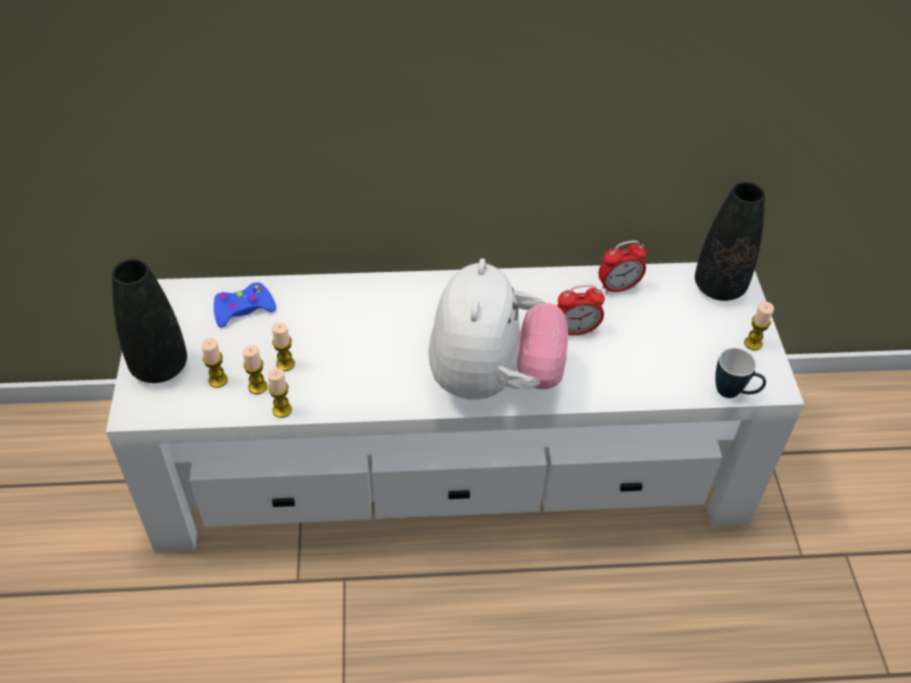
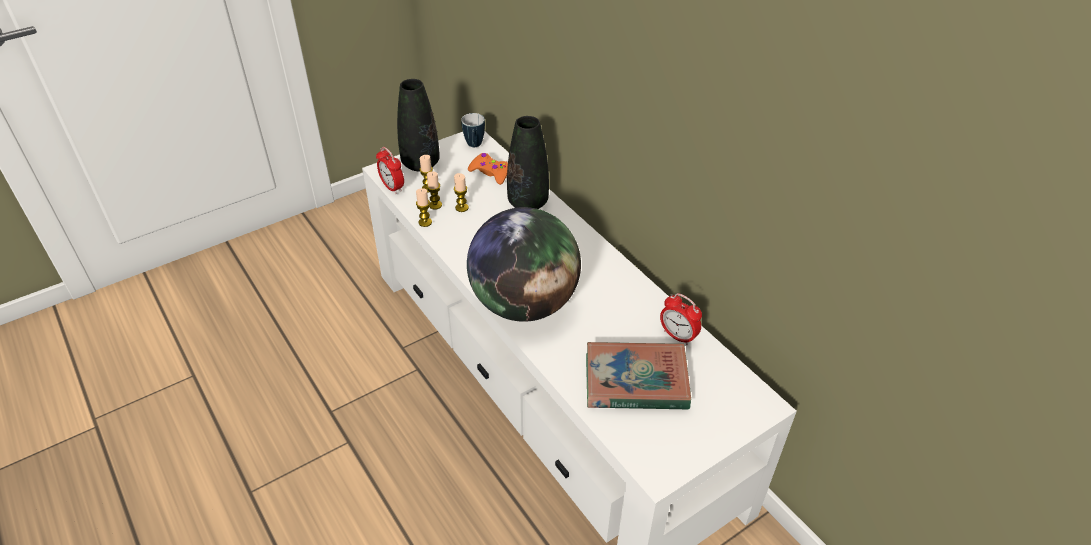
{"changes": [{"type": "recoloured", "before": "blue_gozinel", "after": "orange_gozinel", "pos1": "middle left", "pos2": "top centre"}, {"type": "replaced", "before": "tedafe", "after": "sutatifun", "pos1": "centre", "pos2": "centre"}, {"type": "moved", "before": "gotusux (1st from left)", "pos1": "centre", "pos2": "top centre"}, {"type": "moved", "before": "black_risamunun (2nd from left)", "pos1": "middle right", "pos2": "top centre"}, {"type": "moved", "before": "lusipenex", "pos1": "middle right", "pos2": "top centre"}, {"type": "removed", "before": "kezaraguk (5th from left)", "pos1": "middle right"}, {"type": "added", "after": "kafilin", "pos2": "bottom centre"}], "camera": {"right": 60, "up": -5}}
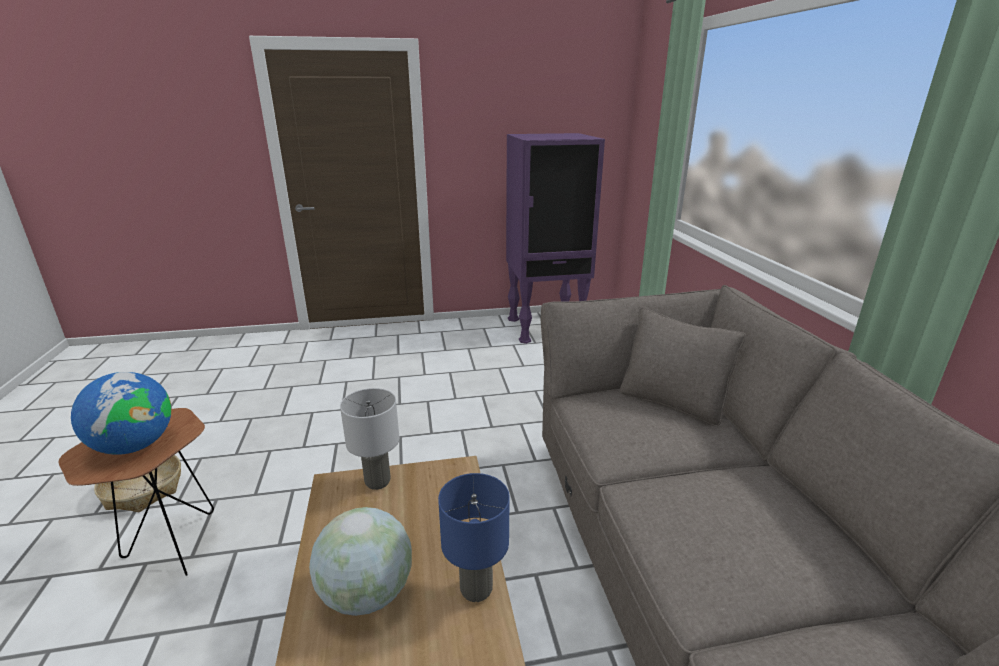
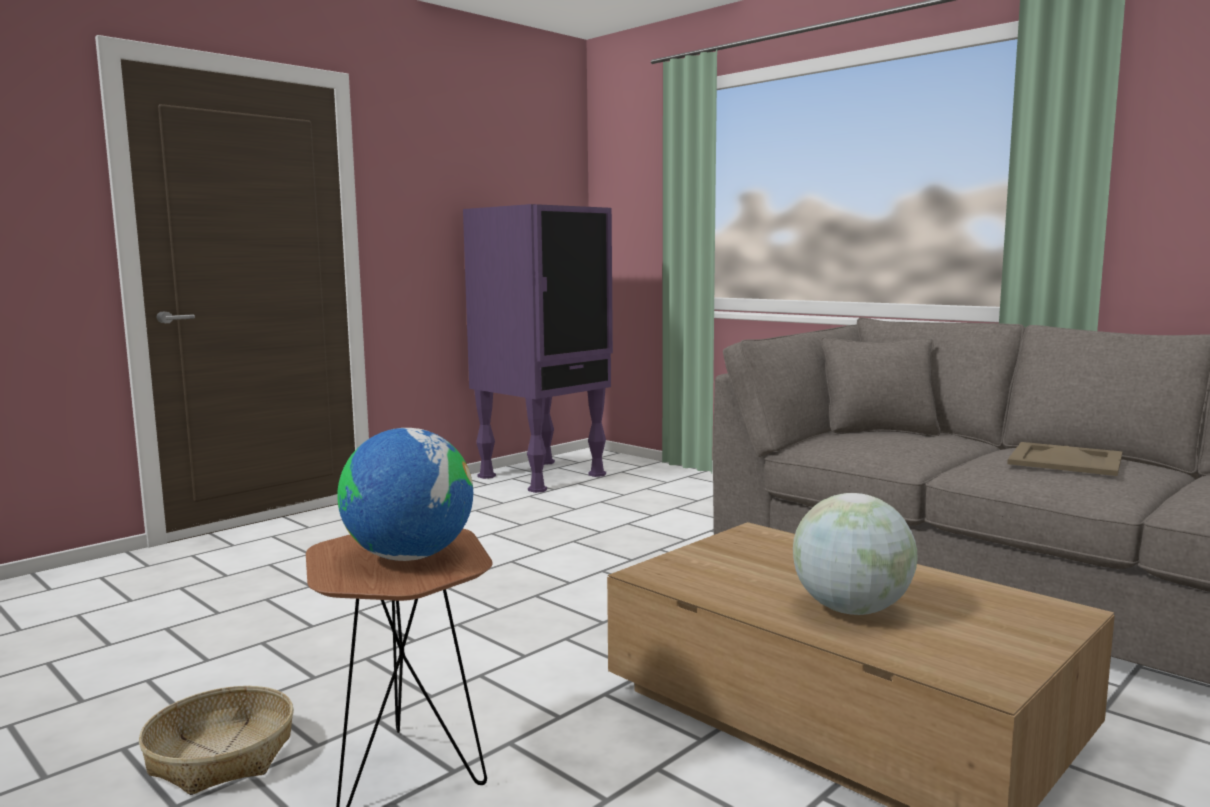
{"changes": [{"type": "removed", "before": "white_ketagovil", "pos1": "centre"}, {"type": "removed", "before": "blue_ketagovil", "pos1": "bottom centre"}, {"type": "added", "after": "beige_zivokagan", "pos2": "middle right"}], "camera": {"right": -35, "up": -15}}
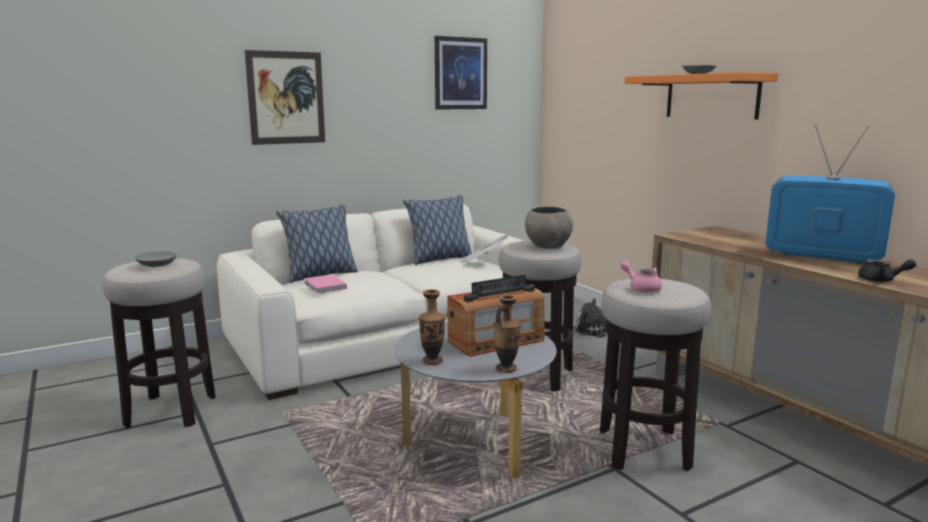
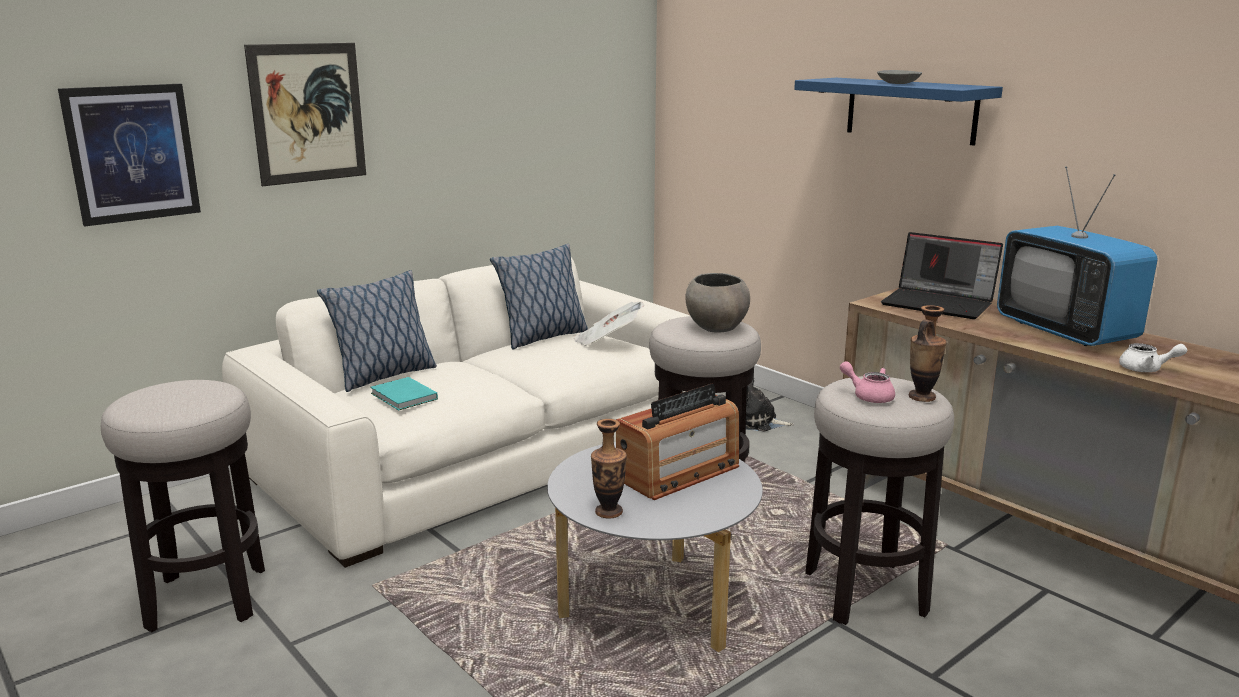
{"changes": [{"type": "removed", "before": "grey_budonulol (1st from left)", "pos1": "middle left"}, {"type": "recoloured", "before": "pink_kafilin", "after": "turquoise_kafilin", "pos1": "centre", "pos2": "middle left"}, {"type": "moved", "before": "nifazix (2nd from left in the first image)", "after": "nifazix (1st from left)", "pos1": "top centre", "pos2": "top left"}, {"type": "moved", "before": "risamunun (2nd from left)", "pos1": "centre", "pos2": "middle right"}, {"type": "recoloured", "before": "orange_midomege", "after": "blue_midomege", "pos1": "top right", "pos2": "top right"}, {"type": "turned", "before": "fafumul", "pos1": "middle right", "pos2": "middle right", "turn": -135}, {"type": "recoloured", "before": "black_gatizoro", "after": "white_gatizoro", "pos1": "middle right", "pos2": "middle right"}, {"type": "added", "after": "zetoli", "pos2": "middle right"}], "camera": {"right": -10, "up": 5}}
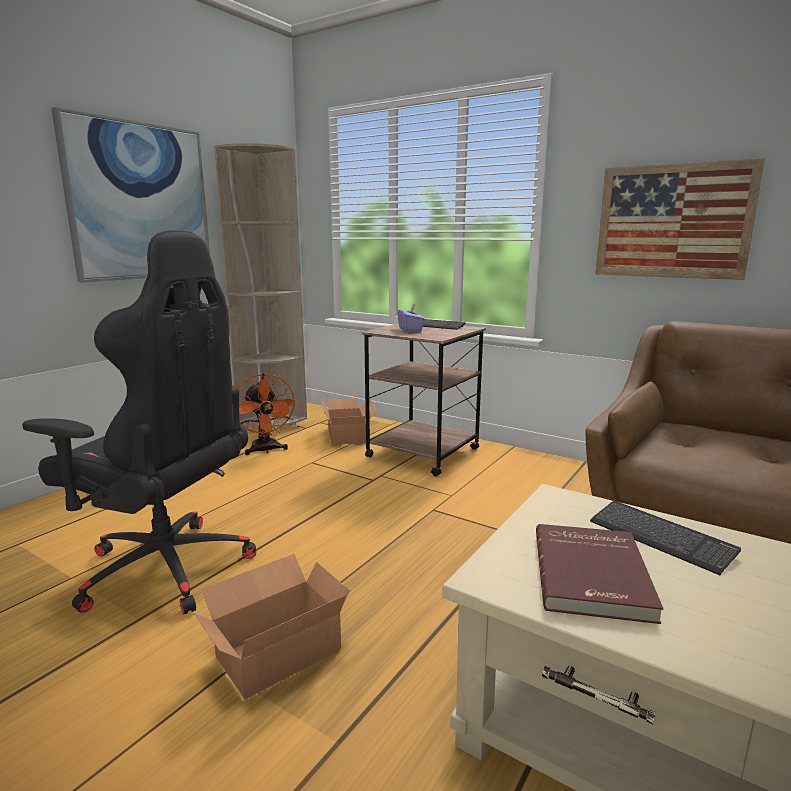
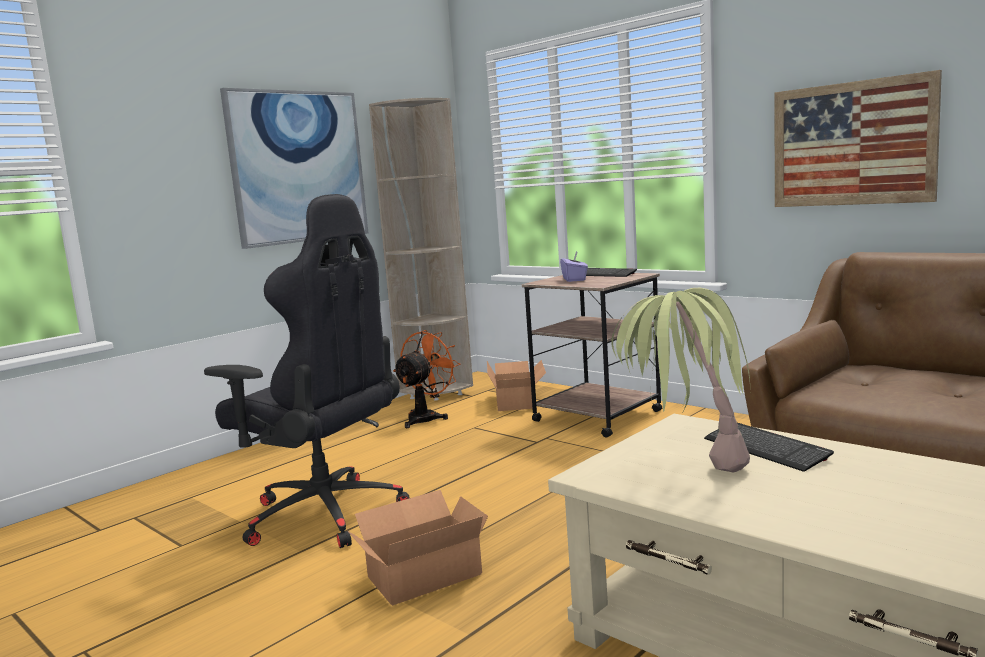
{"changes": [{"type": "turned", "before": "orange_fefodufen", "pos1": "centre", "pos2": "centre", "turn": -135}, {"type": "replaced", "before": "red_kafilin", "after": "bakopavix", "pos1": "bottom right", "pos2": "middle right"}], "camera": {"right": 10, "up": -5}}
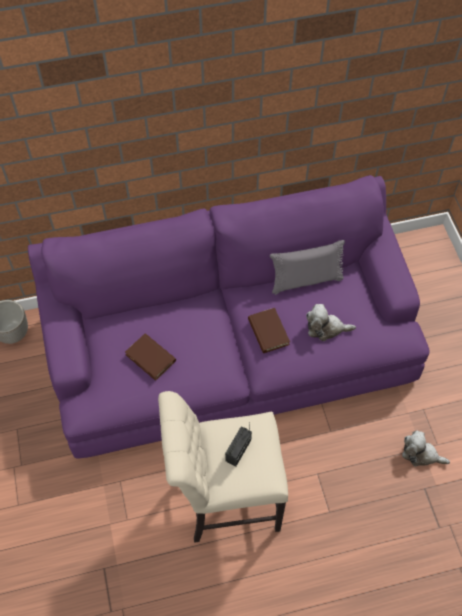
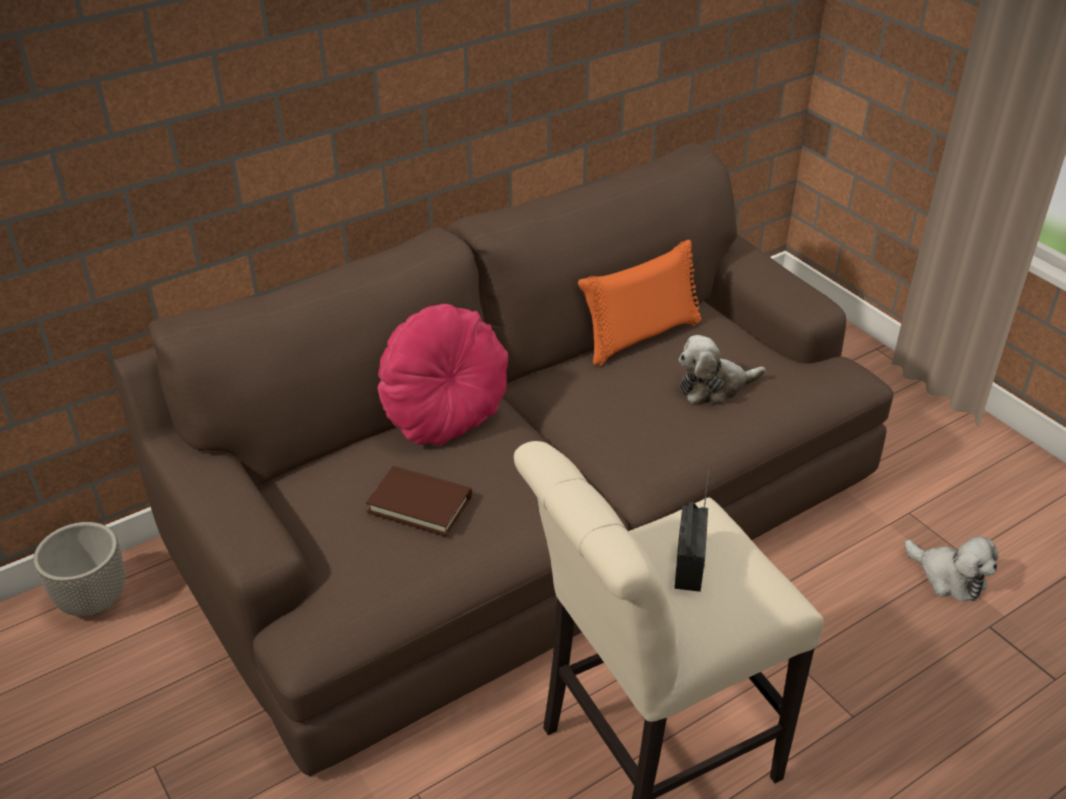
{"changes": [{"type": "recoloured", "before": "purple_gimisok", "after": "brown_gimisok", "pos1": "centre", "pos2": "centre"}, {"type": "removed", "before": "brown_kafilin (2nd from left)", "pos1": "centre"}, {"type": "recoloured", "before": "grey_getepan", "after": "orange_getepan", "pos1": "centre", "pos2": "centre"}, {"type": "turned", "before": "tedafe (2nd from left)", "pos1": "bottom right", "pos2": "bottom right", "turn": -135}, {"type": "added", "after": "pink_getepan", "pos2": "centre"}], "camera": {"right": -20, "up": -20}}
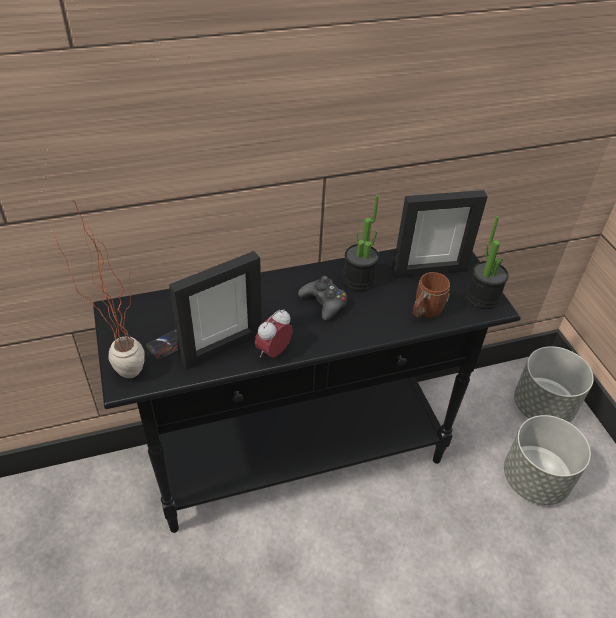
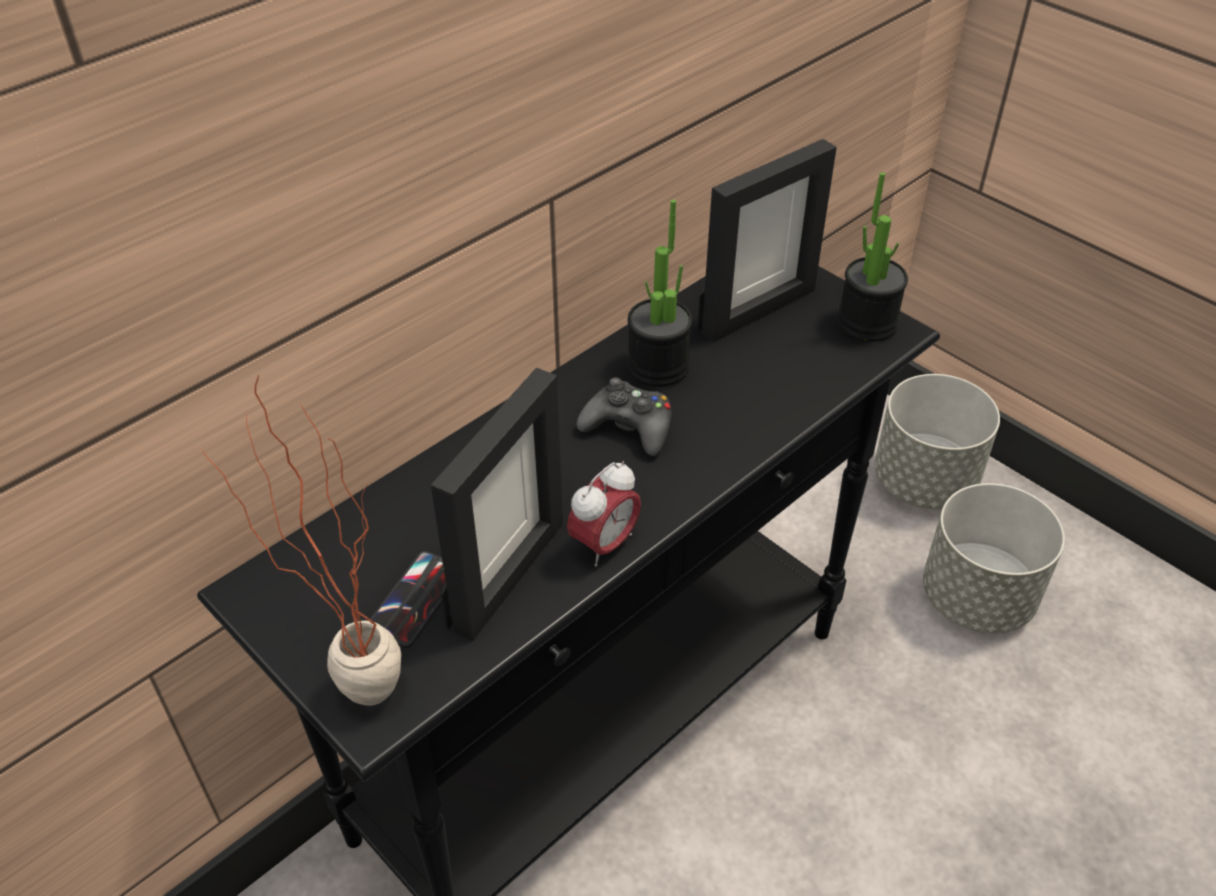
{"changes": [{"type": "turned", "before": "gotusux", "pos1": "centre", "pos2": "centre", "turn": -150}, {"type": "removed", "before": "brown_lusipenex", "pos1": "middle right"}], "camera": {"right": -25, "up": 0}}
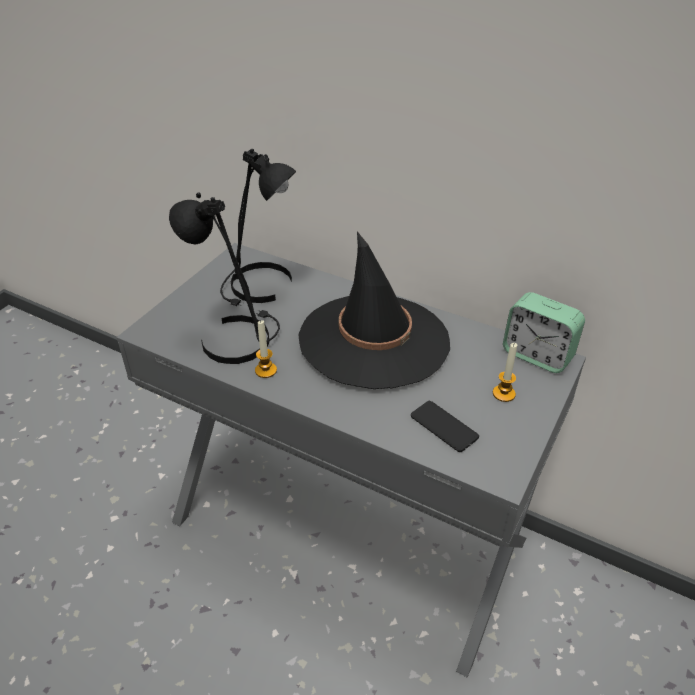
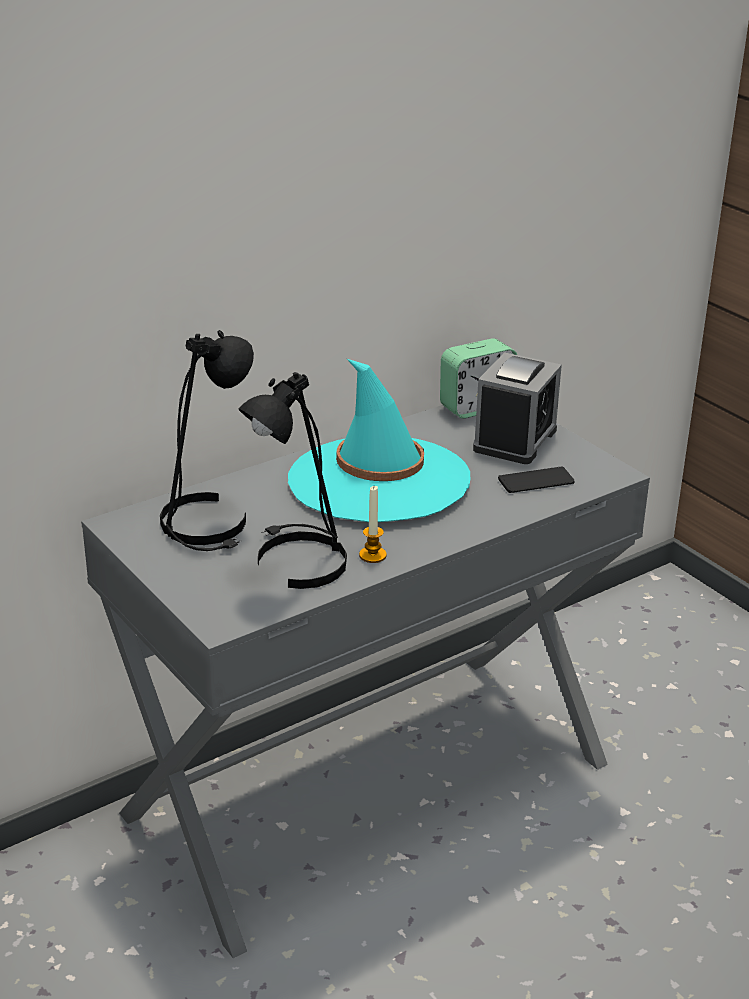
{"changes": [{"type": "recoloured", "before": "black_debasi", "after": "turquoise_debasi", "pos1": "centre", "pos2": "centre"}, {"type": "replaced", "before": "kezaraguk (2nd from left)", "after": "gotusux (2nd from left)", "pos1": "middle right", "pos2": "middle right"}], "camera": {"right": -65, "up": -10}}
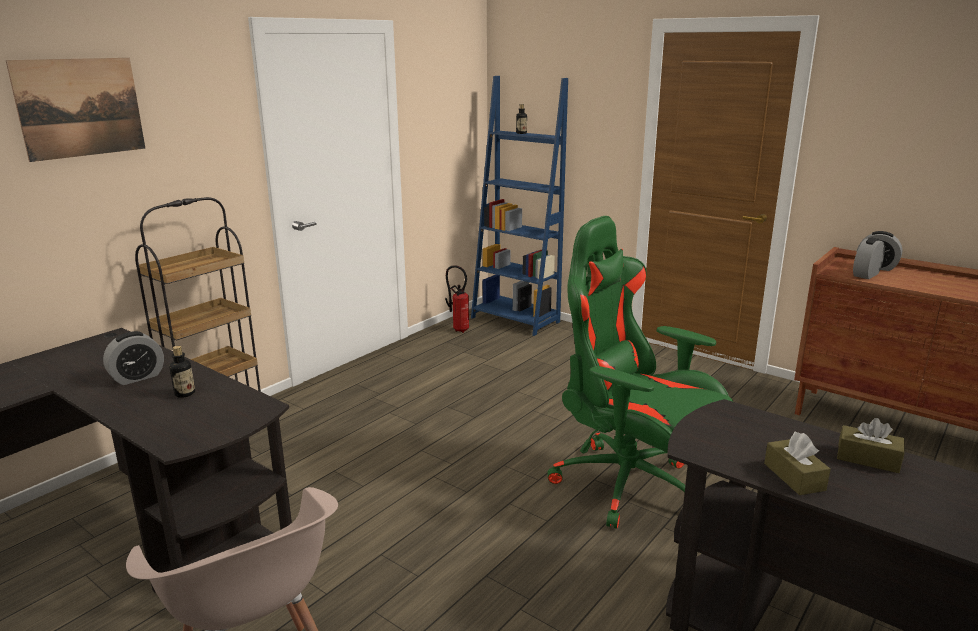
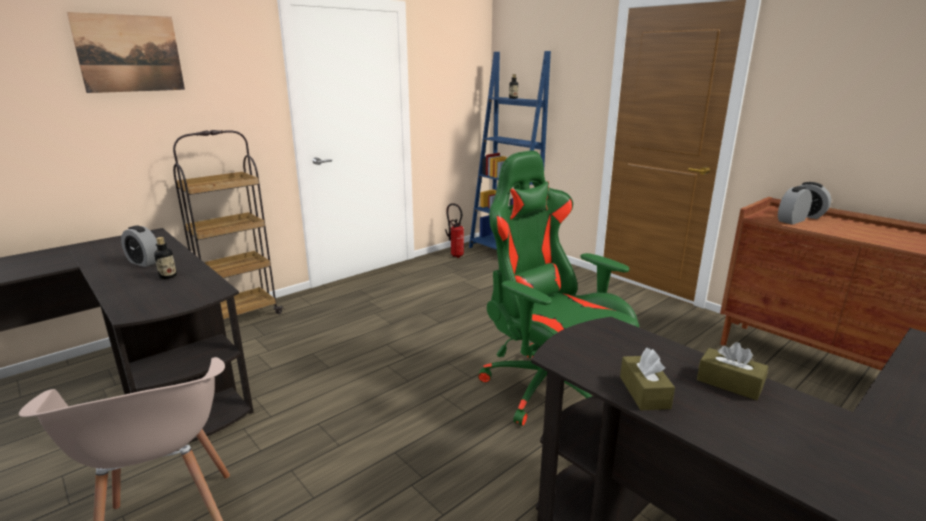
{"changes": [{"type": "turned", "before": "gotusux (1st from left)", "pos1": "middle left", "pos2": "middle left", "turn": 60}], "camera": {"right": 10, "up": 0}}
